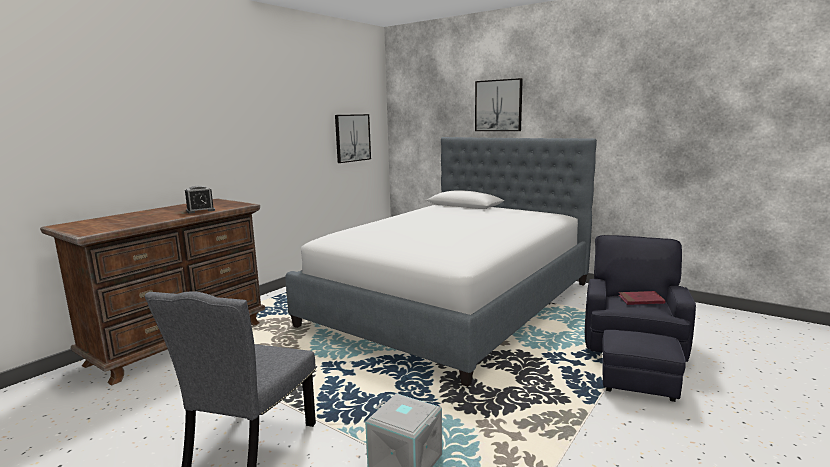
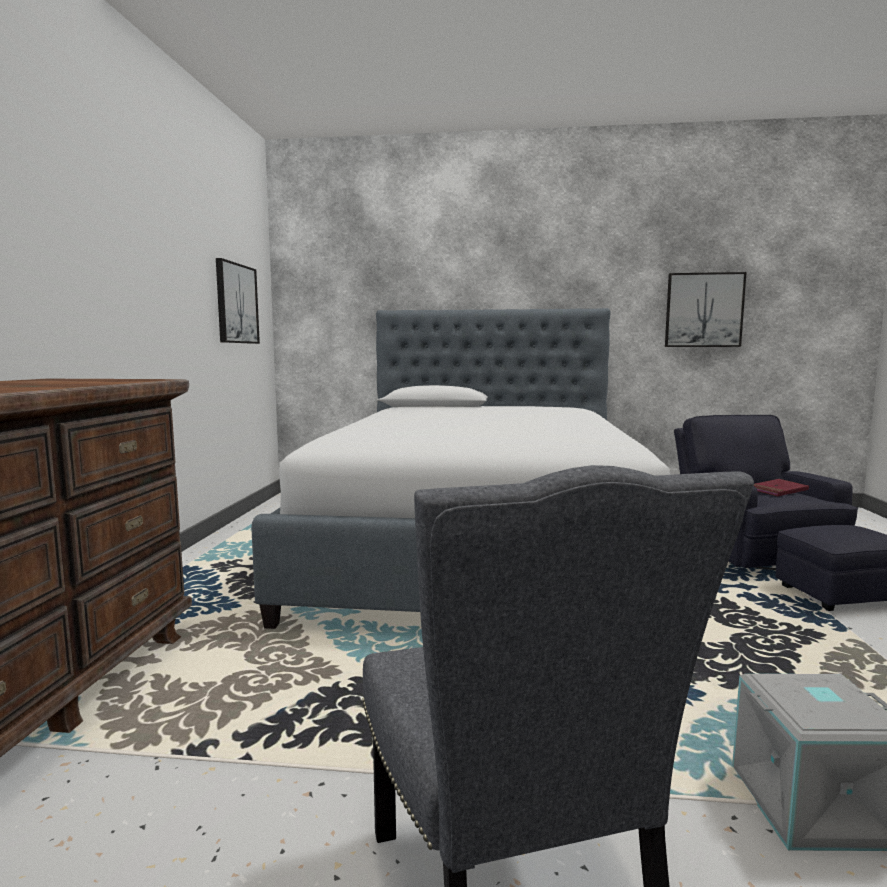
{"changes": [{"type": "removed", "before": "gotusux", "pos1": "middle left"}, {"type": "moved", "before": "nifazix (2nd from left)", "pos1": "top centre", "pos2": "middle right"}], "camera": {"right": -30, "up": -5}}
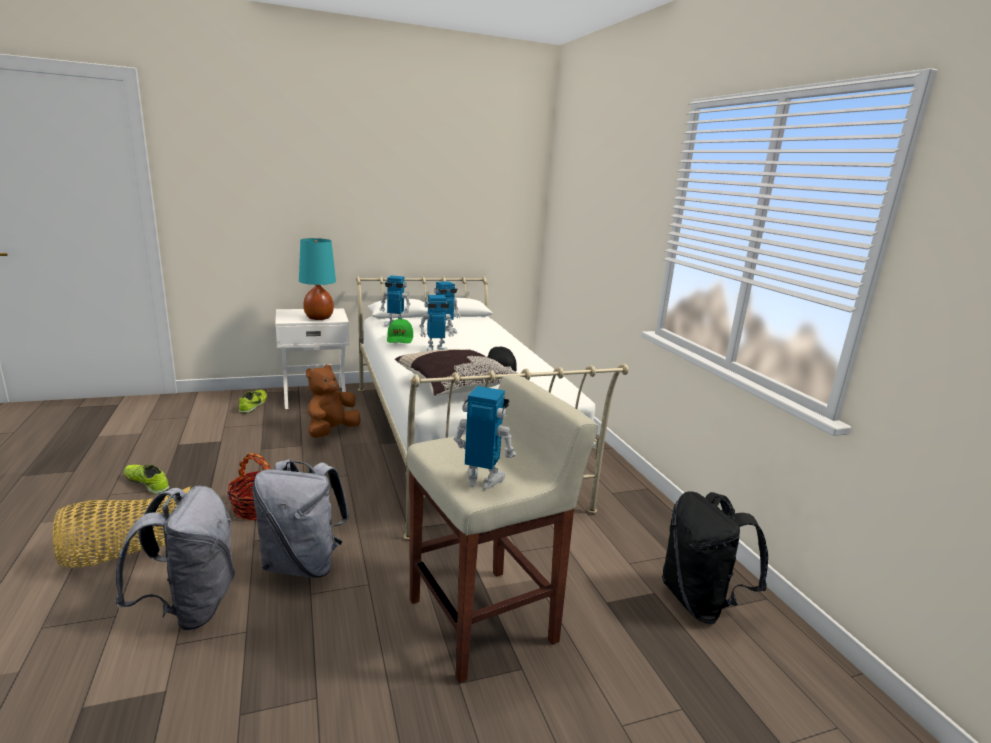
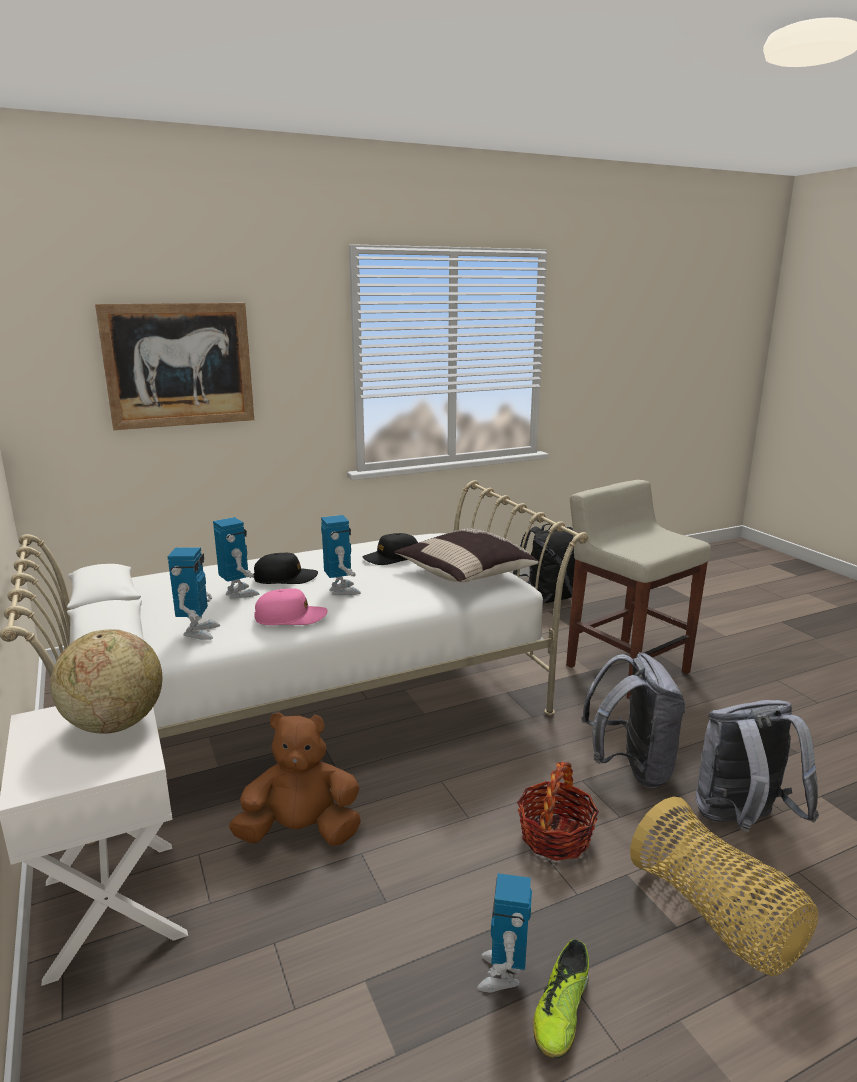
{"changes": [{"type": "removed", "before": "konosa (2nd from left)", "pos1": "middle left"}, {"type": "replaced", "before": "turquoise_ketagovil", "after": "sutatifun", "pos1": "middle left", "pos2": "middle left"}, {"type": "turned", "before": "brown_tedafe", "pos1": "centre", "pos2": "bottom centre", "turn": 150}, {"type": "recoloured", "before": "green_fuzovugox", "after": "pink_fuzovugox", "pos1": "centre", "pos2": "centre"}, {"type": "moved", "before": "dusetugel (4th from left)", "pos1": "centre", "pos2": "bottom centre"}, {"type": "added", "after": "nifazix", "pos2": "middle left"}, {"type": "added", "after": "black_fuzovugox (1st from left)", "pos2": "centre"}], "camera": {"right": -95, "up": 0}}
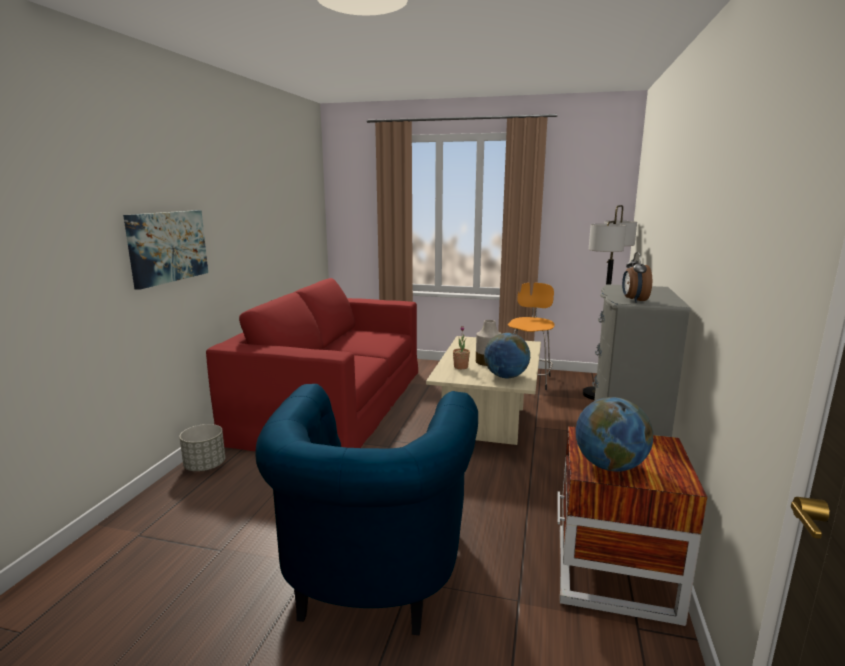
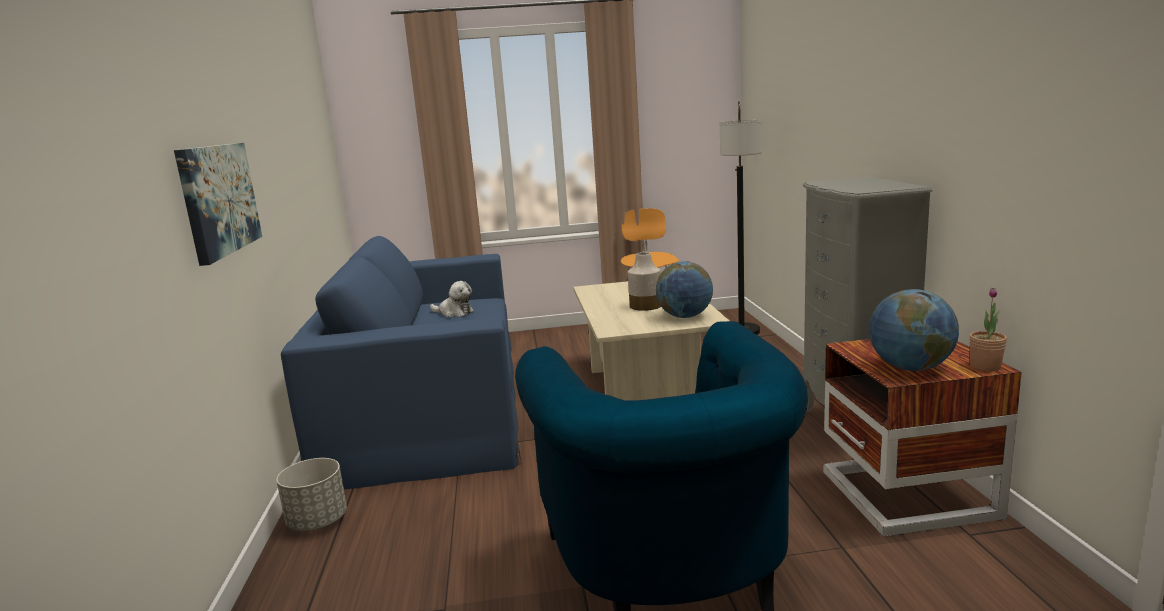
{"changes": [{"type": "recoloured", "before": "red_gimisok", "after": "blue_gimisok", "pos1": "centre", "pos2": "centre"}, {"type": "moved", "before": "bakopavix", "pos1": "centre", "pos2": "middle right"}, {"type": "removed", "before": "gotusux", "pos1": "middle right"}, {"type": "added", "after": "tedafe", "pos2": "centre"}], "camera": {"right": -20, "up": 0}}
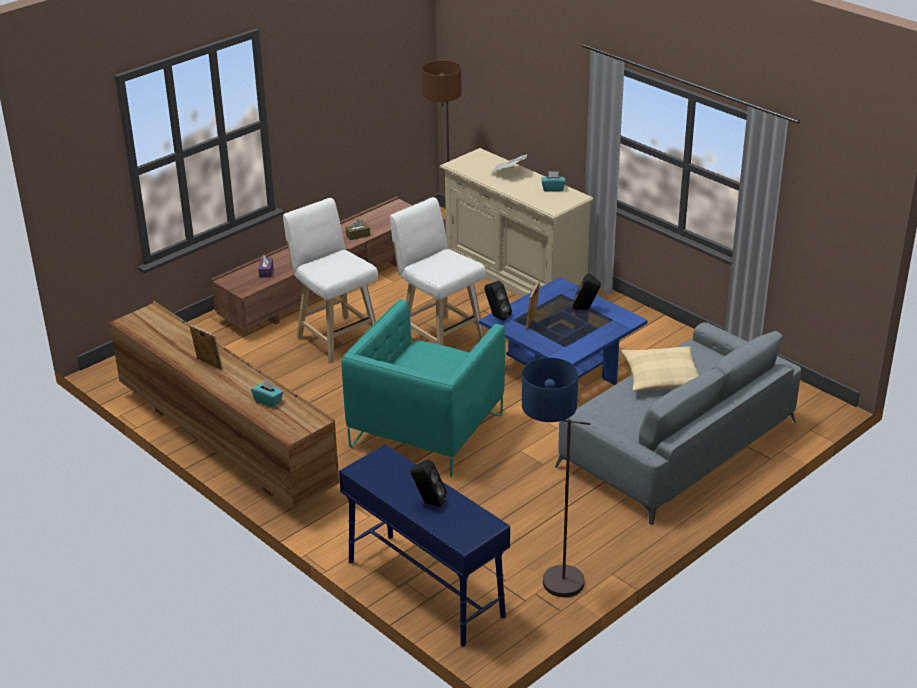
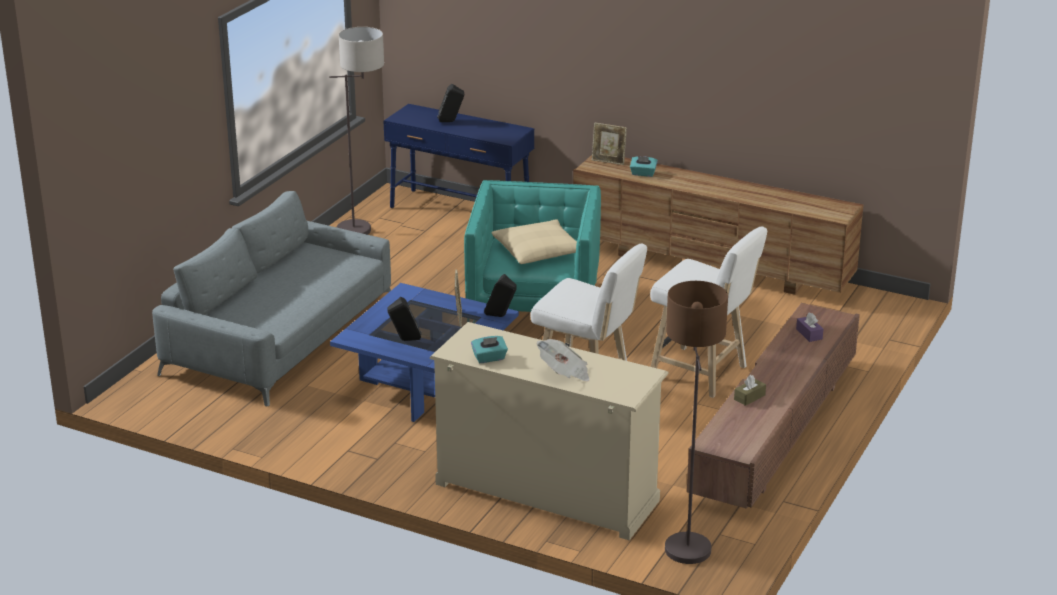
{"changes": [{"type": "moved", "before": "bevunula (1st from left in the first image)", "after": "bevunula (2nd from left)", "pos1": "middle left", "pos2": "top centre"}, {"type": "recoloured", "before": "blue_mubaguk", "after": "grey_mubaguk", "pos1": "bottom centre", "pos2": "top centre"}, {"type": "moved", "before": "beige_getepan", "pos1": "middle right", "pos2": "centre"}], "camera": {"right": 160, "up": -5}}
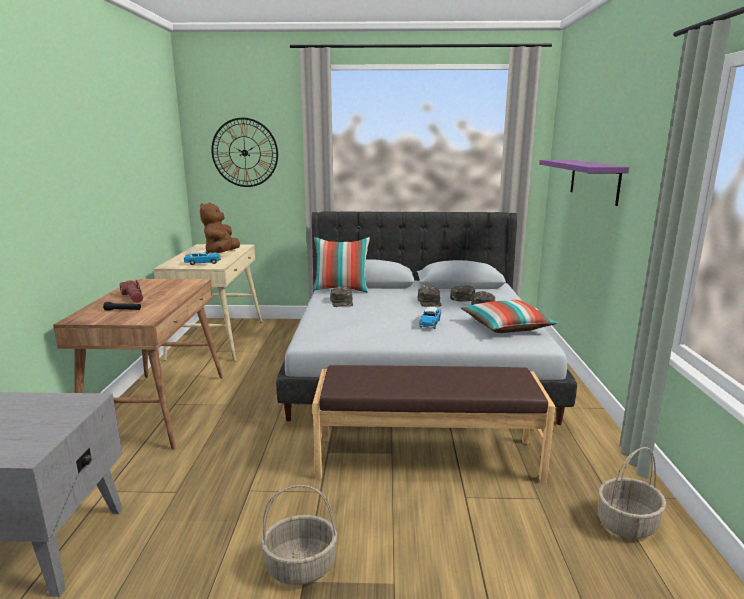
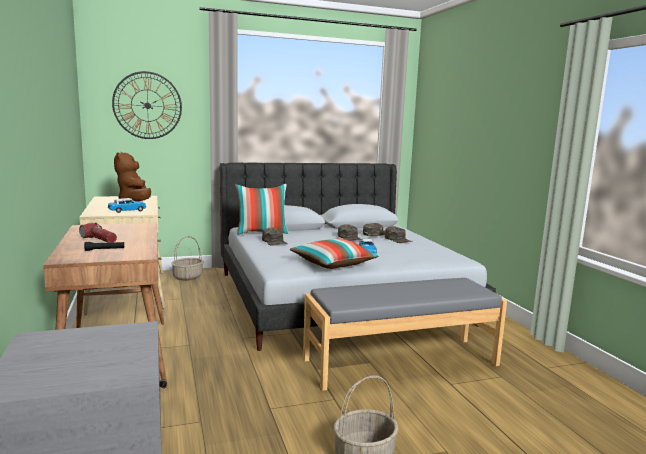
{"changes": [{"type": "recoloured", "before": "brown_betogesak", "after": "grey_betogesak", "pos1": "bottom centre", "pos2": "bottom centre"}, {"type": "moved", "before": "getepan (2nd from left)", "pos1": "middle right", "pos2": "centre"}, {"type": "removed", "before": "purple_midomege", "pos1": "top right"}, {"type": "moved", "before": "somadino (2nd from left in the first image)", "after": "somadino (1st from left)", "pos1": "bottom right", "pos2": "middle left"}], "camera": {"right": -20, "up": -5}}
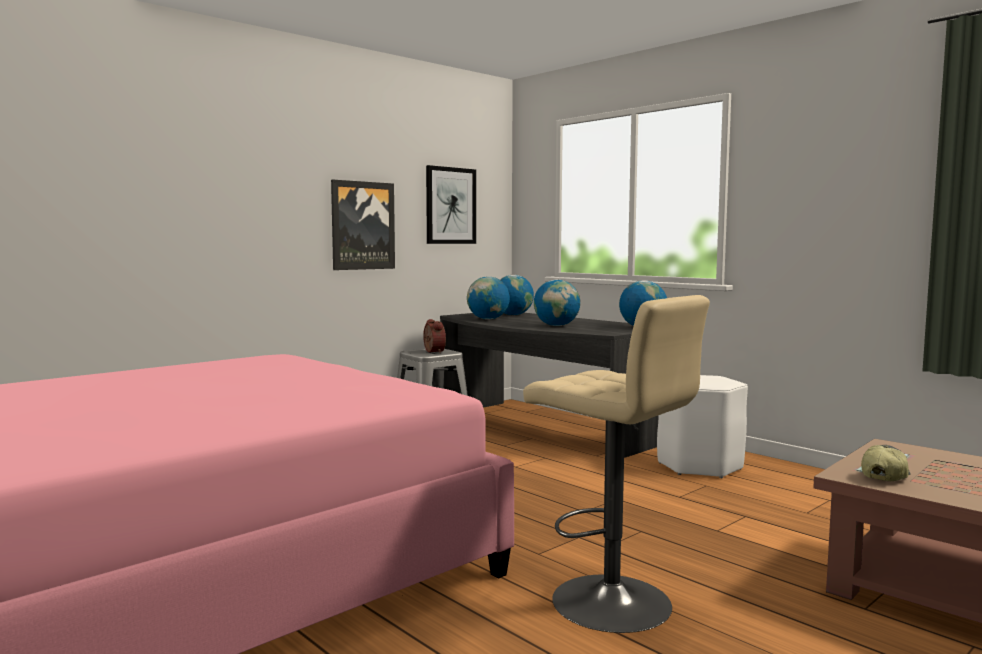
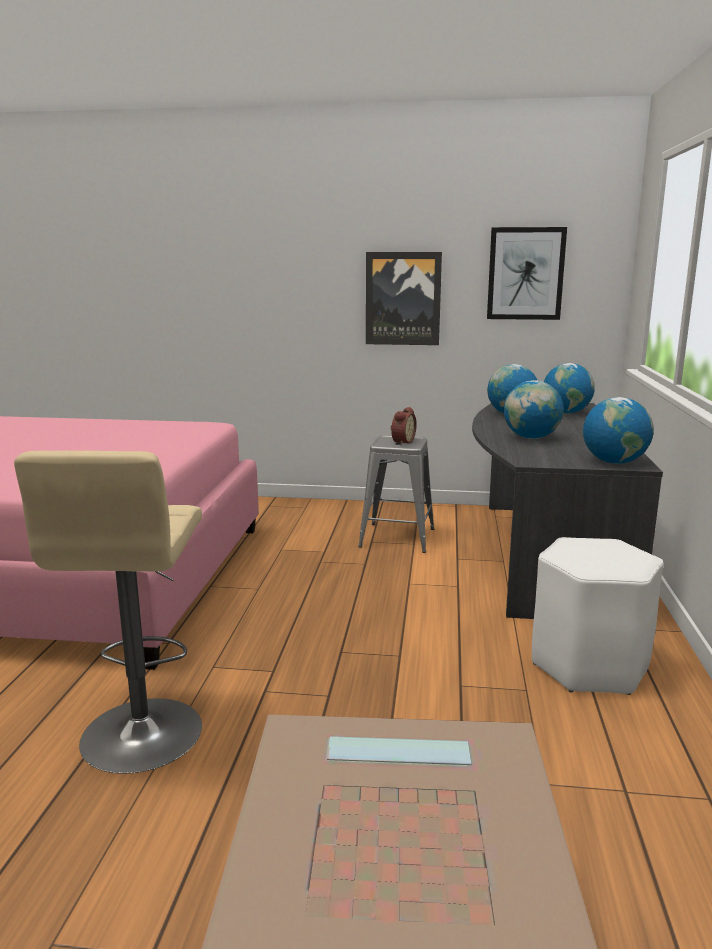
{"changes": [{"type": "removed", "before": "fuzovugox", "pos1": "bottom right"}], "camera": {"right": 50, "up": 10}}
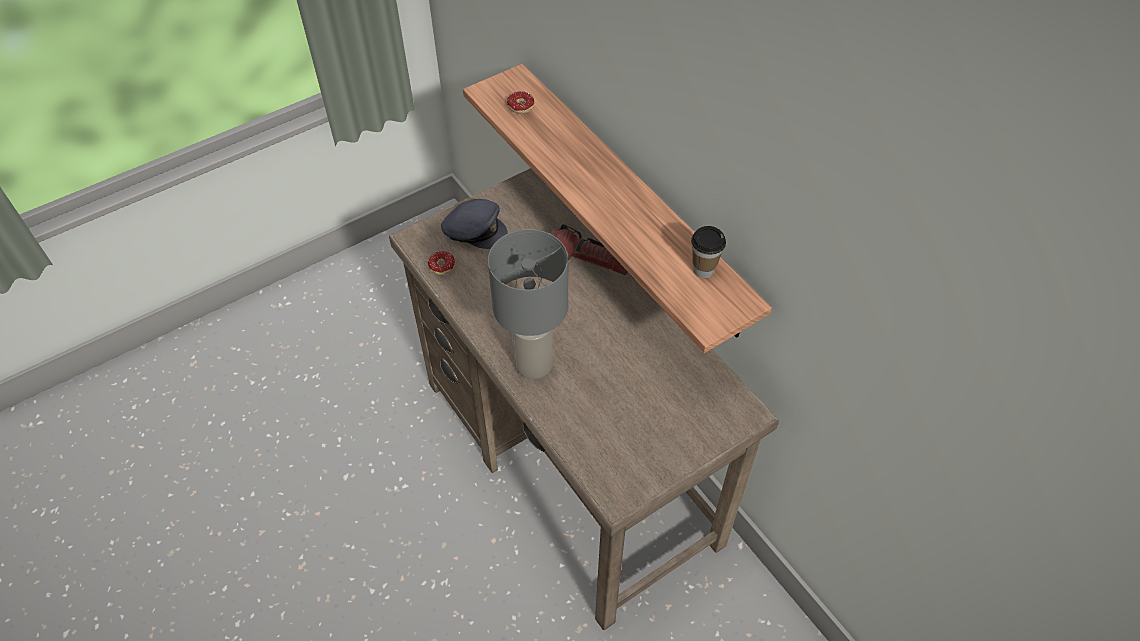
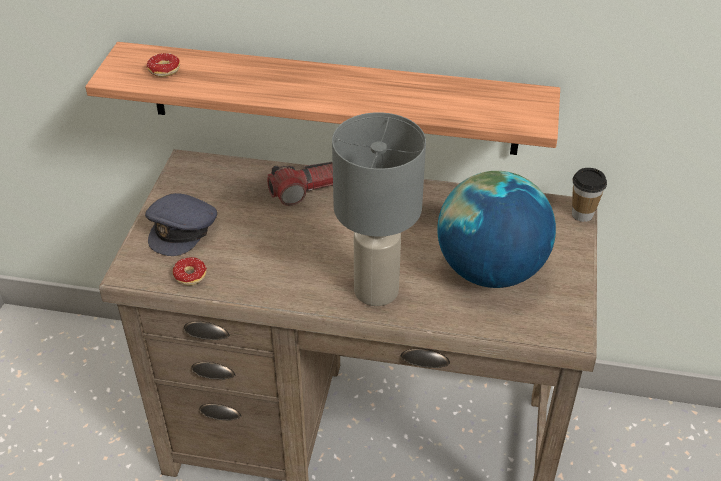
{"changes": [{"type": "turned", "before": "grey_fuzovugox", "pos1": "centre", "pos2": "middle left", "turn": 135}, {"type": "moved", "before": "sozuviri", "pos1": "centre", "pos2": "middle right"}, {"type": "added", "after": "sutatifun", "pos2": "middle right"}], "camera": {"right": -45, "up": -10}}
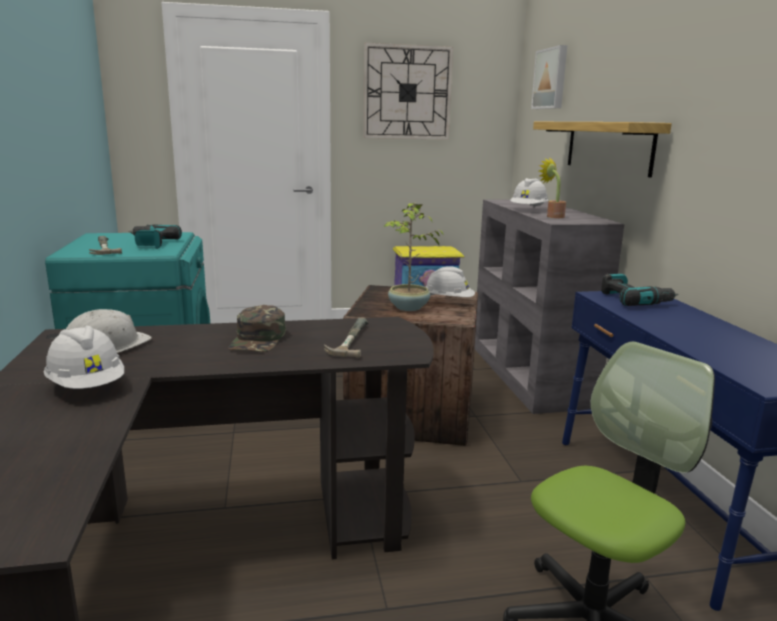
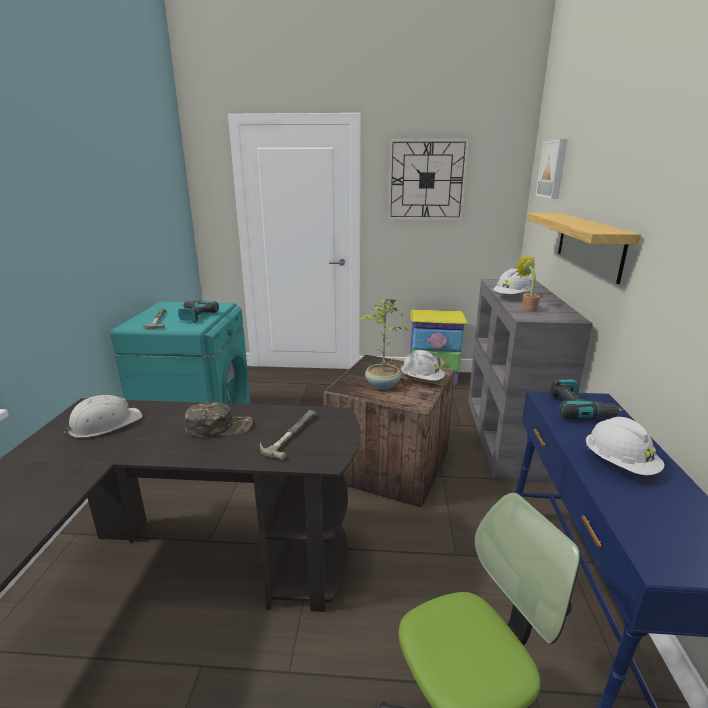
{"changes": [{"type": "moved", "before": "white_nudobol (1st from left in the first image)", "after": "white_nudobol (4th from left)", "pos1": "middle left", "pos2": "middle right"}, {"type": "turned", "before": "green_fuzovugox", "pos1": "middle left", "pos2": "middle left", "turn": -120}], "camera": {"right": 15, "up": 5}}
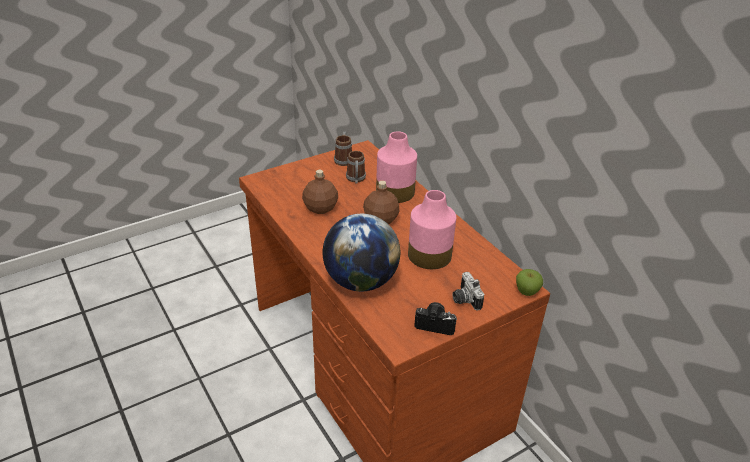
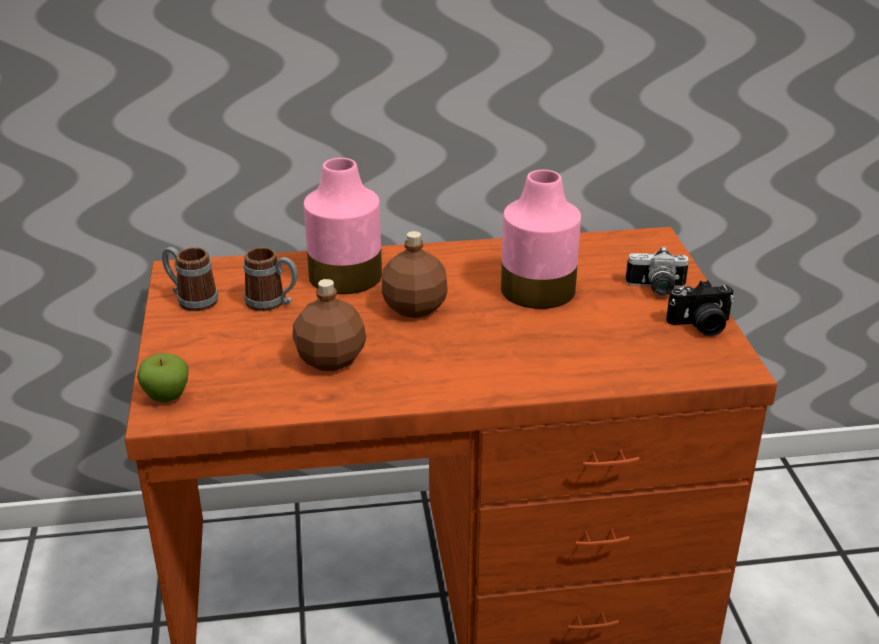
{"changes": [{"type": "removed", "before": "sutatifun", "pos1": "centre"}, {"type": "turned", "before": "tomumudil (1st from left in the first image)", "pos1": "bottom centre", "pos2": "middle right", "turn": -135}, {"type": "moved", "before": "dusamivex", "pos1": "middle right", "pos2": "middle left"}], "camera": {"right": -65, "up": -5}}
